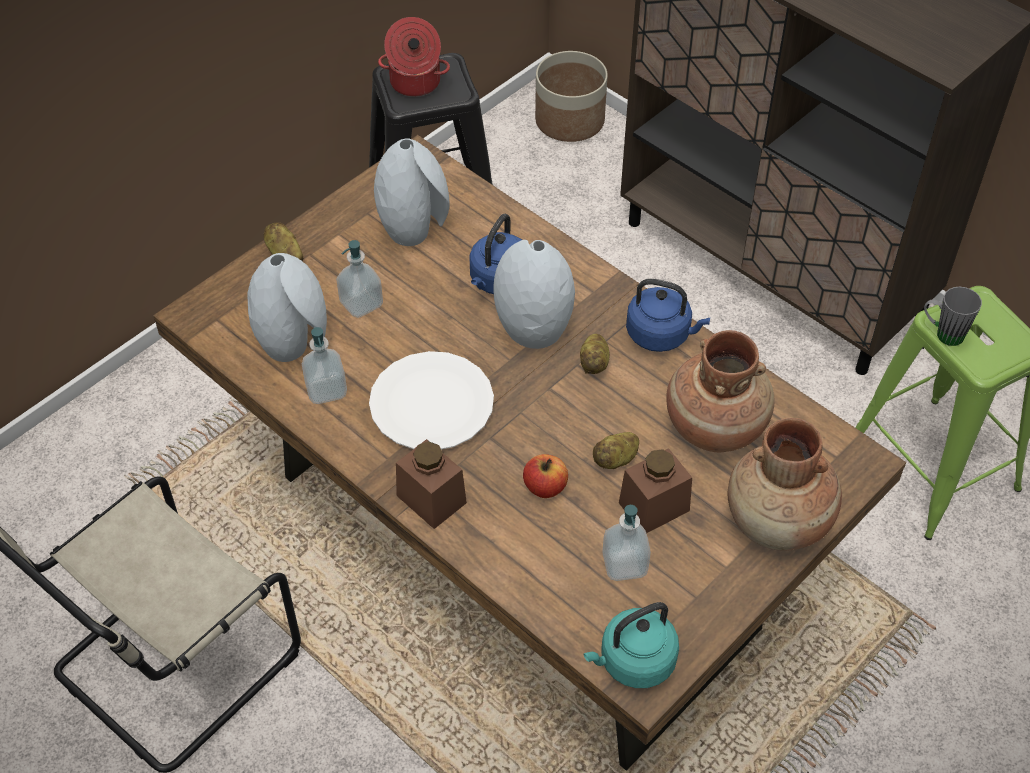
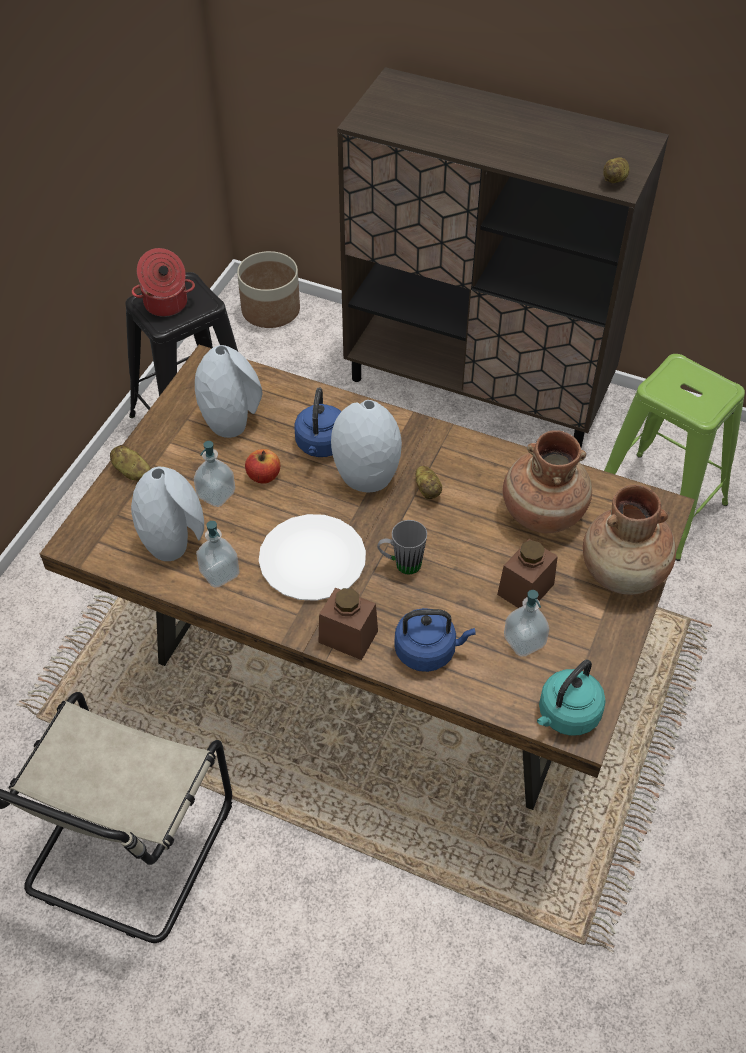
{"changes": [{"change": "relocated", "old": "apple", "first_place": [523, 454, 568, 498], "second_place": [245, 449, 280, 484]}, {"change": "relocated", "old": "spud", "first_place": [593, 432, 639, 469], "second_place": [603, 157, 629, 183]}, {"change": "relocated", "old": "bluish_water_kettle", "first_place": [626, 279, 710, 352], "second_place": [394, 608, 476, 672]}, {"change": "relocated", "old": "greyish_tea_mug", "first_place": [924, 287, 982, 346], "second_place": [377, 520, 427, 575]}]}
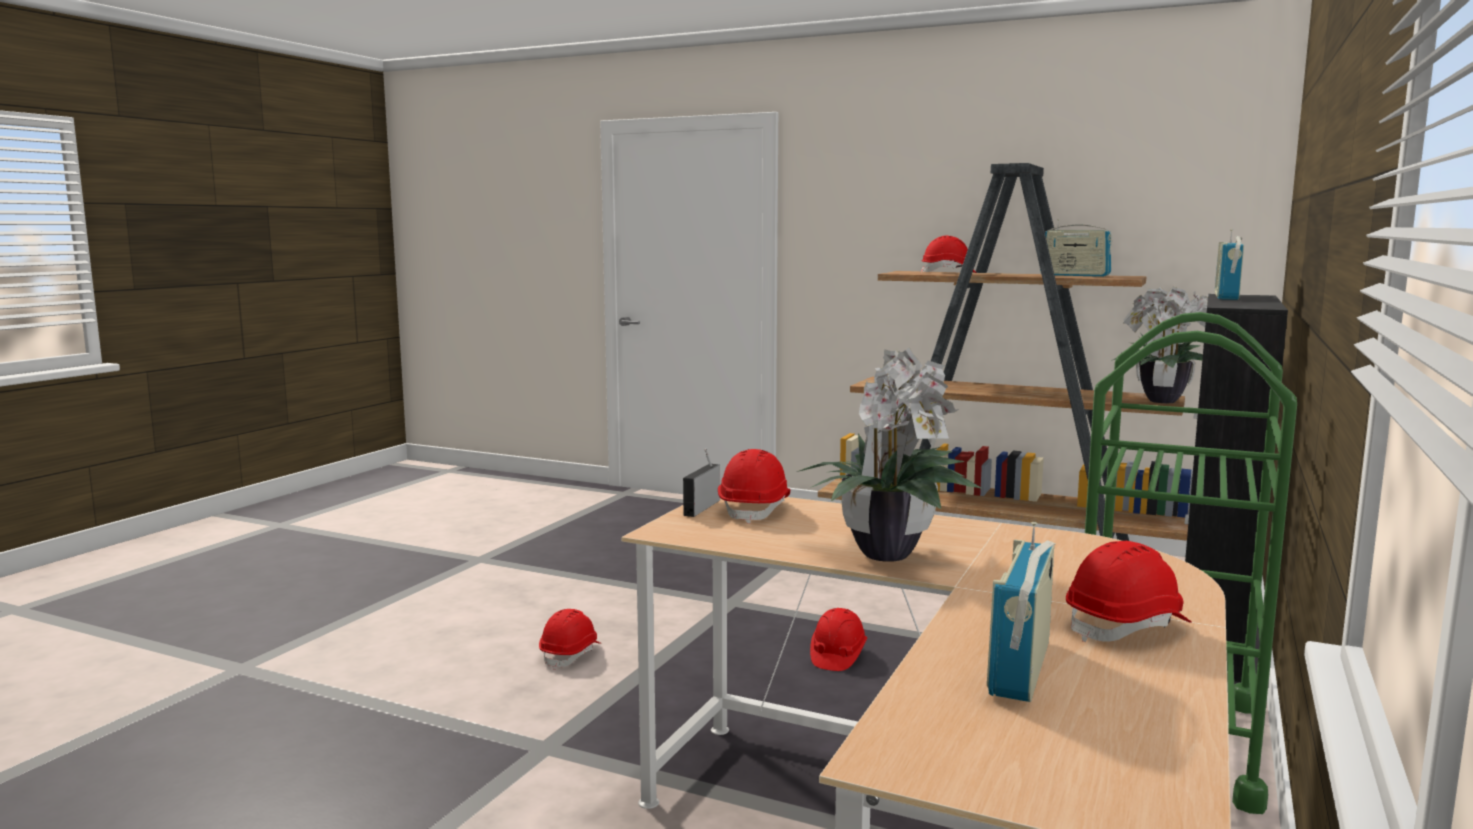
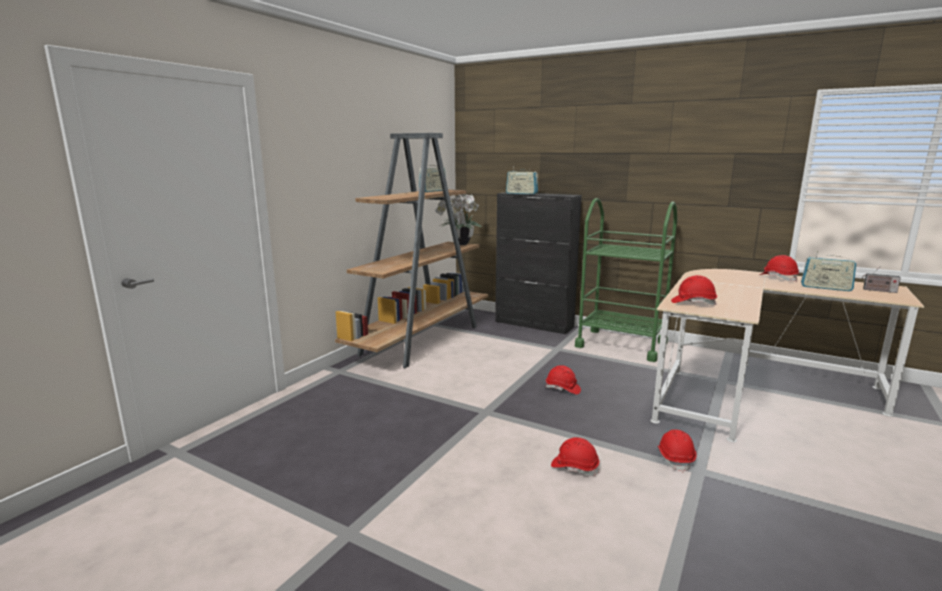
{"changes": [{"change": "missing", "old": "houseplant", "first_place": [797, 348, 981, 562]}, {"change": "relocated", "old": "radio_set", "first_place": [683, 448, 720, 517], "second_place": [862, 266, 901, 293]}, {"change": "relocated", "old": "red_work_helmet", "first_place": [921, 236, 976, 273], "second_place": [658, 430, 697, 473]}]}
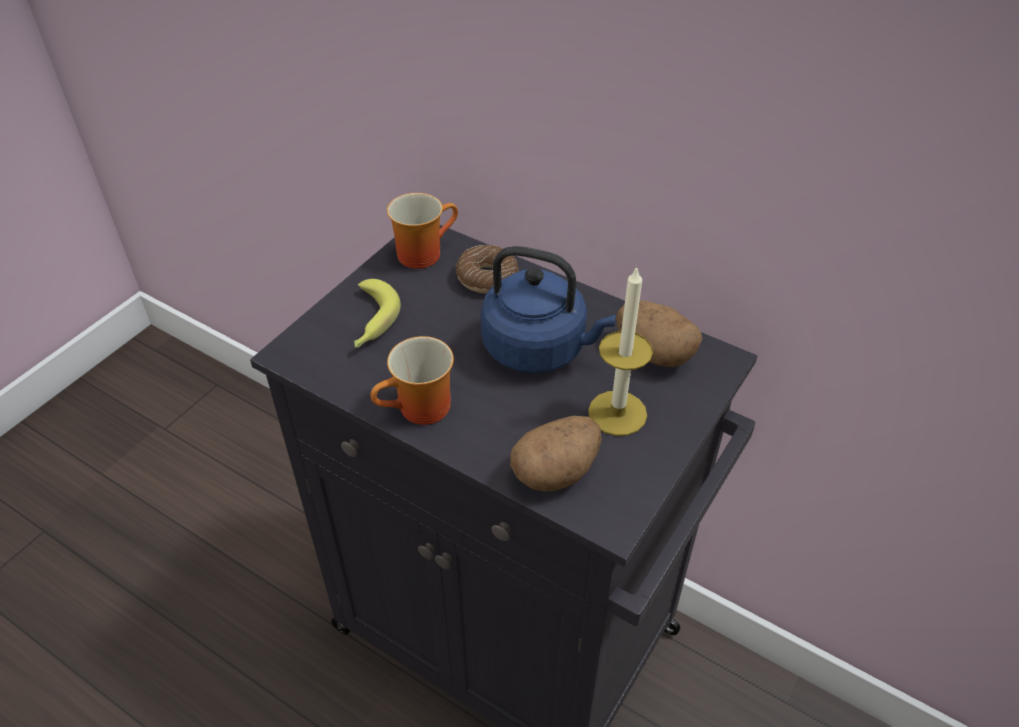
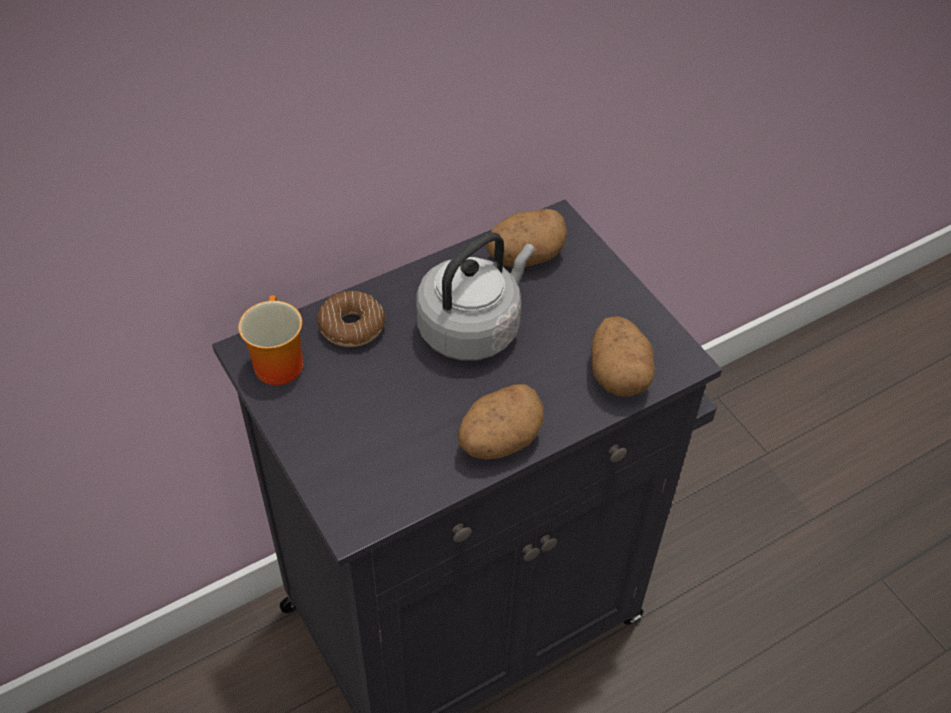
{"changes": [{"change": "missing", "old": "banana", "first_place": [354, 279, 401, 348]}, {"change": "missing", "old": "candle", "first_place": [588, 266, 653, 436]}, {"change": "exchanged", "old": "tea_mug", "new": "spud", "first_place": [370, 336, 454, 425], "second_place": [458, 384, 544, 460]}, {"change": "colour", "old": "bluish_water_kettle", "new": "greyish_water_kettle", "first_place": [481, 246, 616, 373], "second_place": [416, 232, 535, 361]}]}
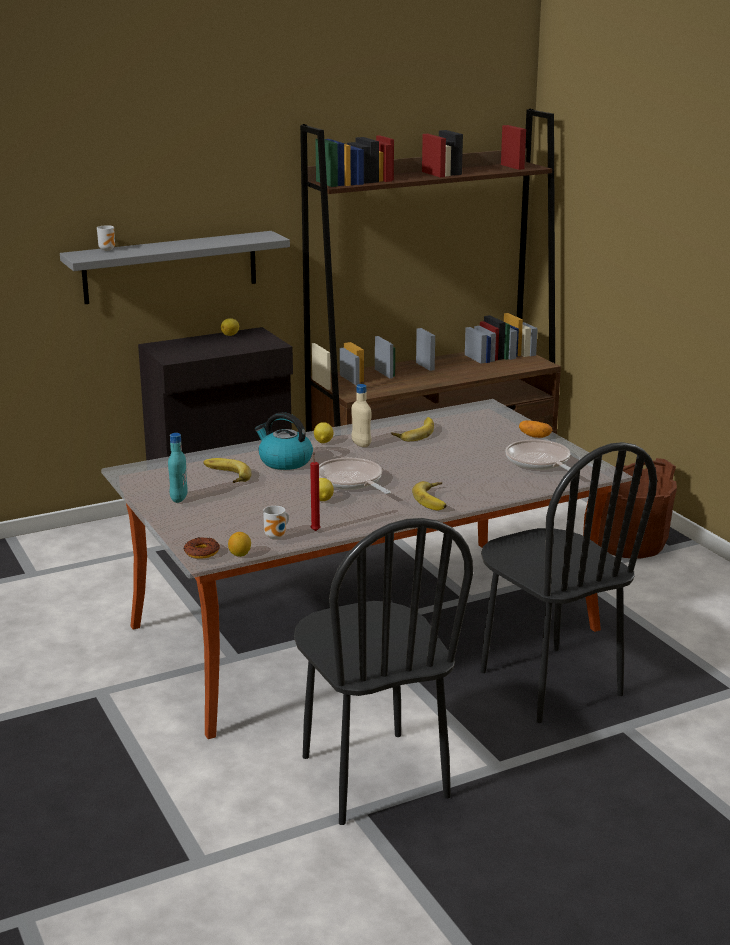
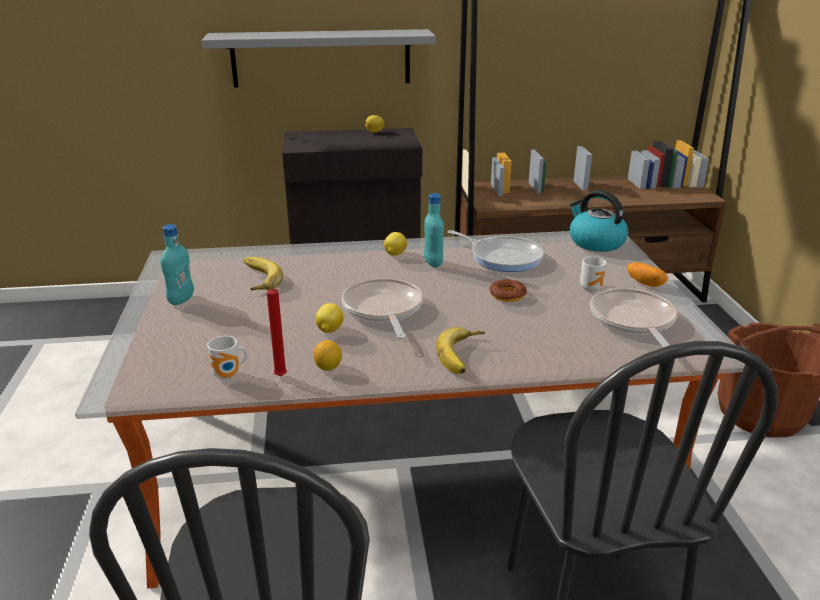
{"changes": [{"change": "relocated", "old": "tea_mug", "first_place": [97, 225, 115, 251], "second_place": [580, 257, 606, 292]}, {"change": "relocated", "old": "doughnut", "first_place": [183, 537, 220, 559], "second_place": [489, 279, 527, 302]}, {"change": "relocated", "old": "lemon", "first_place": [228, 532, 251, 557], "second_place": [313, 340, 342, 371]}, {"change": "relocated", "old": "water_kettle", "first_place": [255, 412, 313, 470], "second_place": [569, 190, 628, 252]}, {"change": "exchanged", "old": "banana", "new": "frying_pan", "first_place": [391, 417, 434, 441], "second_place": [448, 230, 544, 272]}, {"change": "colour", "old": "beige-coloured_drink_bottle", "new": "turquoise_drink_bottle", "first_place": [351, 384, 372, 447], "second_place": [424, 193, 444, 267]}]}
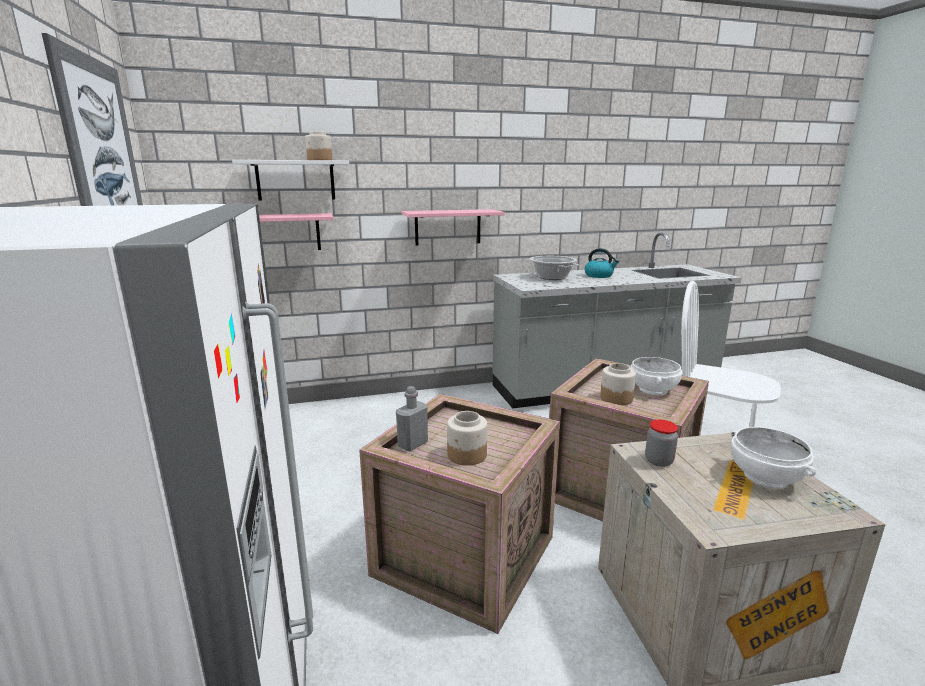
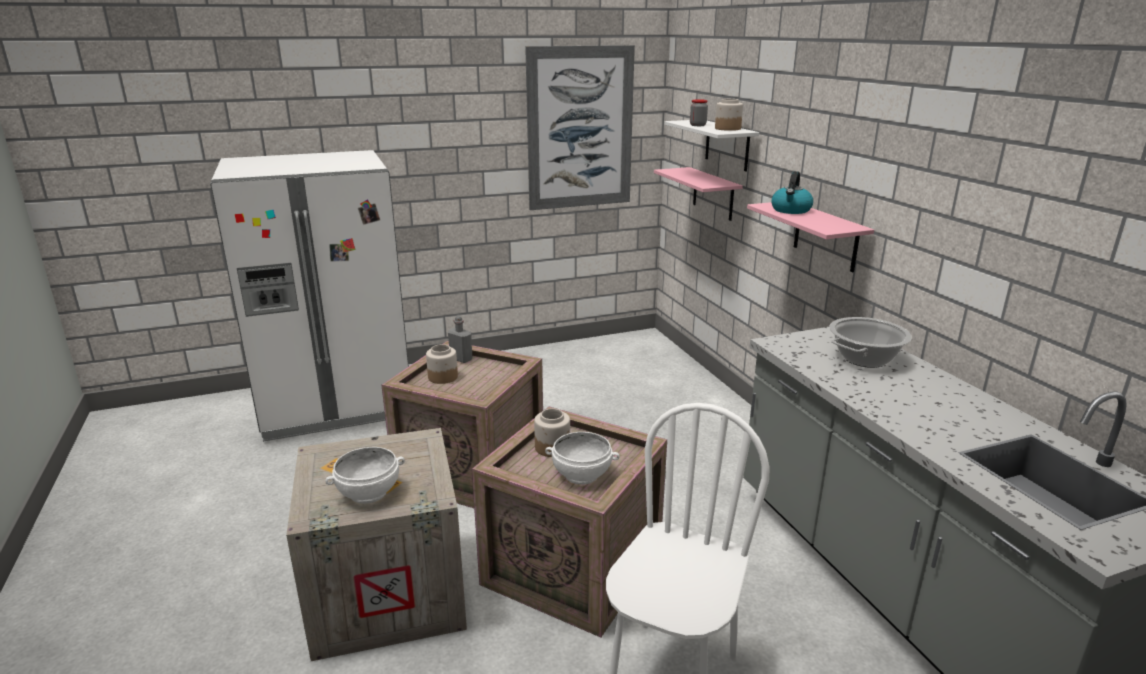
{"changes": [{"change": "relocated", "old": "water_kettle", "first_place": [585, 248, 619, 278], "second_place": [771, 171, 813, 214]}, {"change": "relocated", "old": "jar", "first_place": [645, 420, 678, 467], "second_place": [690, 99, 708, 126]}]}
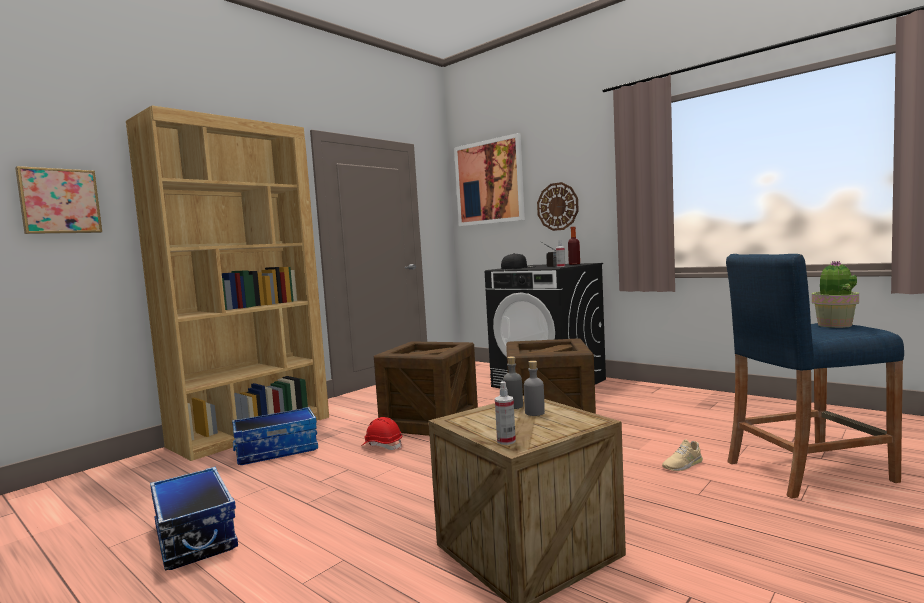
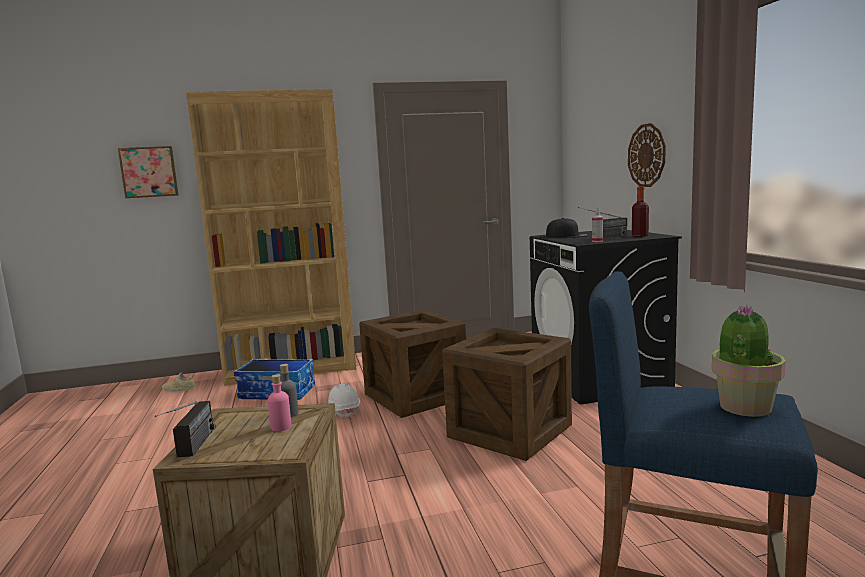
{"changes": [{"change": "missing", "old": "storage_container", "first_place": [150, 467, 238, 571]}, {"change": "missing", "old": "picture", "first_place": [454, 133, 525, 226]}, {"change": "relocated", "old": "beige-coloured_item_of_footwear", "first_place": [662, 439, 703, 471], "second_place": [162, 373, 196, 392]}, {"change": "exchanged", "old": "sprayer", "new": "radio_set", "first_place": [495, 381, 516, 445], "second_place": [155, 401, 216, 457]}, {"change": "colour", "old": "red_work_helmet", "new": "white_work_helmet", "first_place": [361, 417, 402, 450], "second_place": [328, 384, 360, 418]}, {"change": "colour", "old": "greyish_drink_bottle", "new": "pink-coloured_drink_bottle", "first_place": [524, 361, 545, 416], "second_place": [268, 374, 291, 431]}]}
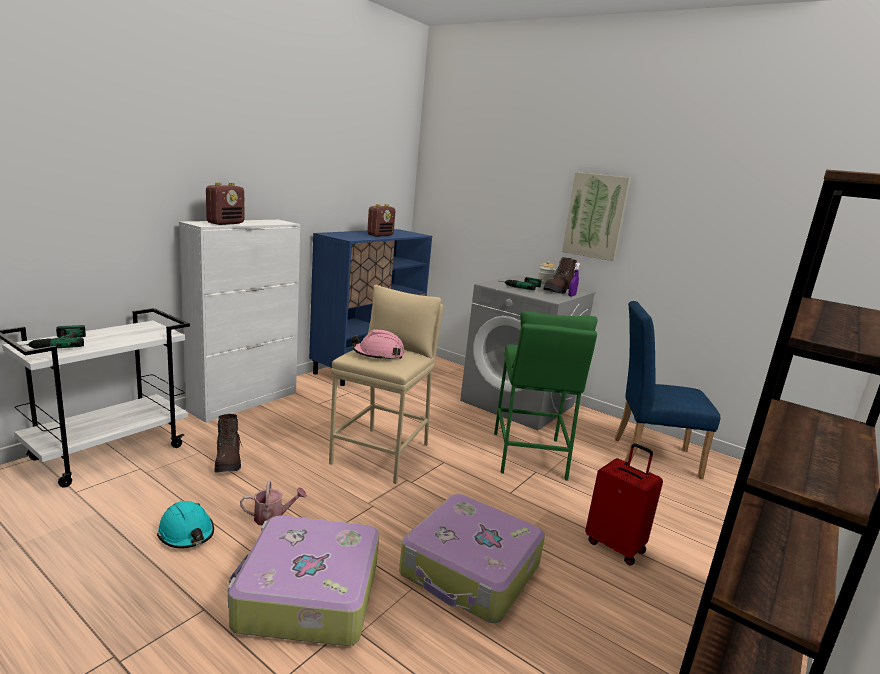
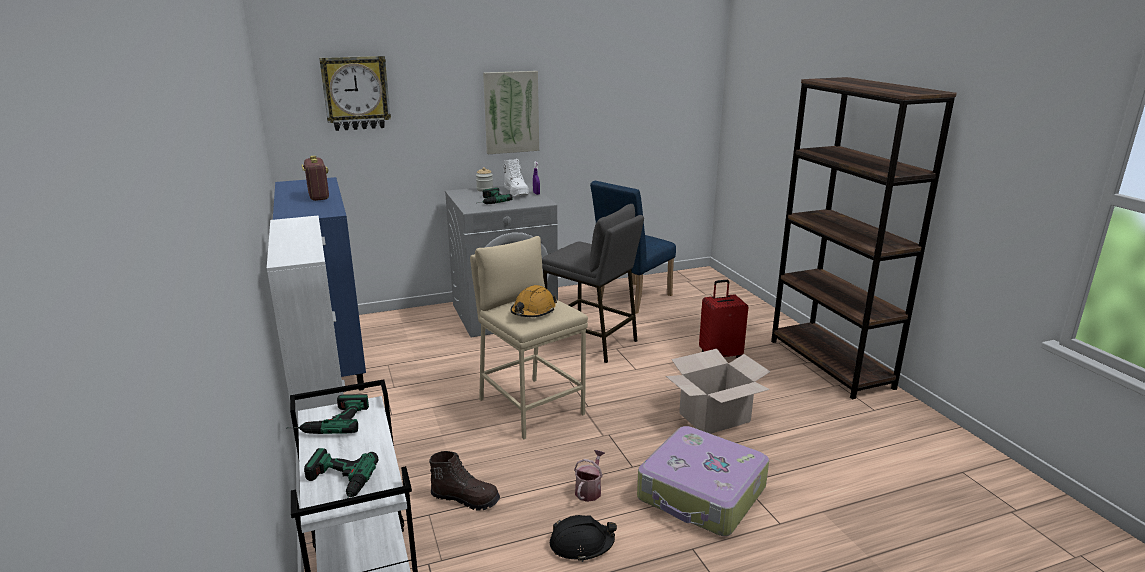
{"changes": [{"change": "missing", "old": "radio_set", "first_place": [206, 182, 244, 225]}, {"change": "appeared", "new": "drill", "second_place": [286, 394, 369, 434]}, {"change": "appeared", "new": "wall_clock", "second_place": [319, 56, 391, 131]}, {"change": "exchanged", "old": "travel_case", "new": "packing_box", "first_place": [399, 494, 545, 623], "second_place": [666, 349, 770, 434]}, {"change": "colour", "old": "turquoise_work_helmet", "new": "black_work_helmet", "first_place": [157, 501, 214, 548], "second_place": [550, 515, 617, 562]}, {"change": "colour", "old": "pink-coloured_work_helmet", "new": "orange-coloured_work_helmet", "first_place": [351, 329, 404, 360], "second_place": [510, 285, 557, 317]}, {"change": "colour", "old": "green-coloured_stool", "new": "greyish_stool", "first_place": [494, 311, 598, 481], "second_place": [542, 204, 644, 363]}, {"change": "colour", "old": "brownish_high-top_boot", "new": "white_high-top_boot", "first_place": [543, 257, 577, 294], "second_place": [503, 159, 529, 197]}]}
